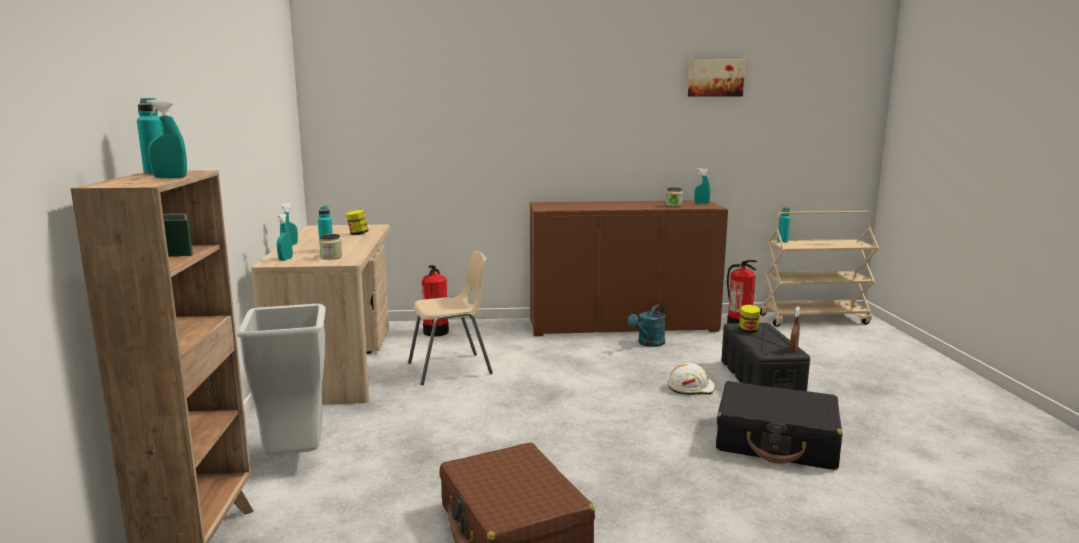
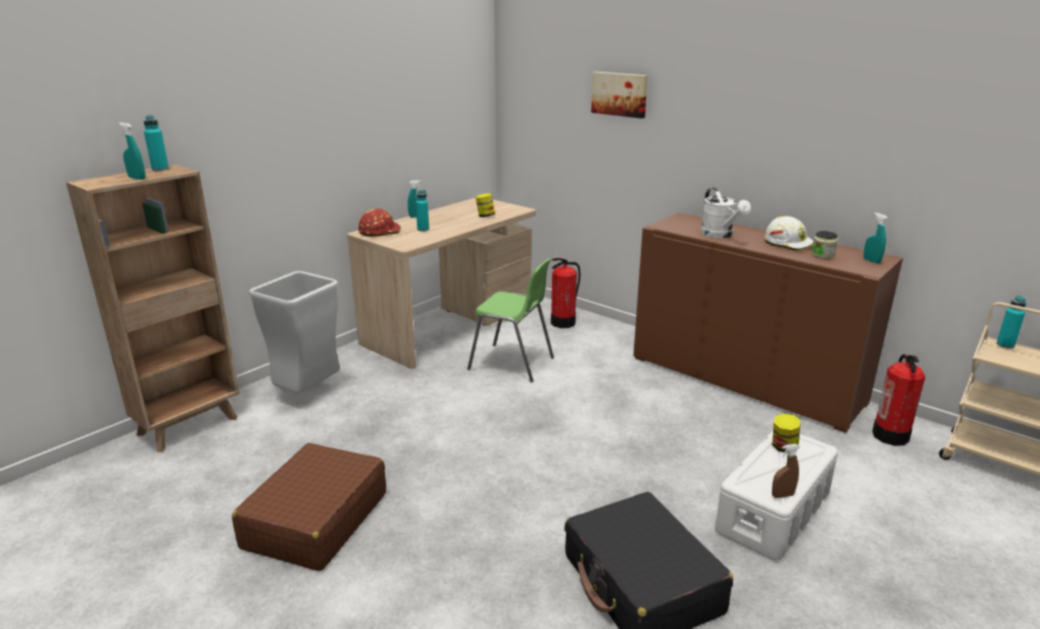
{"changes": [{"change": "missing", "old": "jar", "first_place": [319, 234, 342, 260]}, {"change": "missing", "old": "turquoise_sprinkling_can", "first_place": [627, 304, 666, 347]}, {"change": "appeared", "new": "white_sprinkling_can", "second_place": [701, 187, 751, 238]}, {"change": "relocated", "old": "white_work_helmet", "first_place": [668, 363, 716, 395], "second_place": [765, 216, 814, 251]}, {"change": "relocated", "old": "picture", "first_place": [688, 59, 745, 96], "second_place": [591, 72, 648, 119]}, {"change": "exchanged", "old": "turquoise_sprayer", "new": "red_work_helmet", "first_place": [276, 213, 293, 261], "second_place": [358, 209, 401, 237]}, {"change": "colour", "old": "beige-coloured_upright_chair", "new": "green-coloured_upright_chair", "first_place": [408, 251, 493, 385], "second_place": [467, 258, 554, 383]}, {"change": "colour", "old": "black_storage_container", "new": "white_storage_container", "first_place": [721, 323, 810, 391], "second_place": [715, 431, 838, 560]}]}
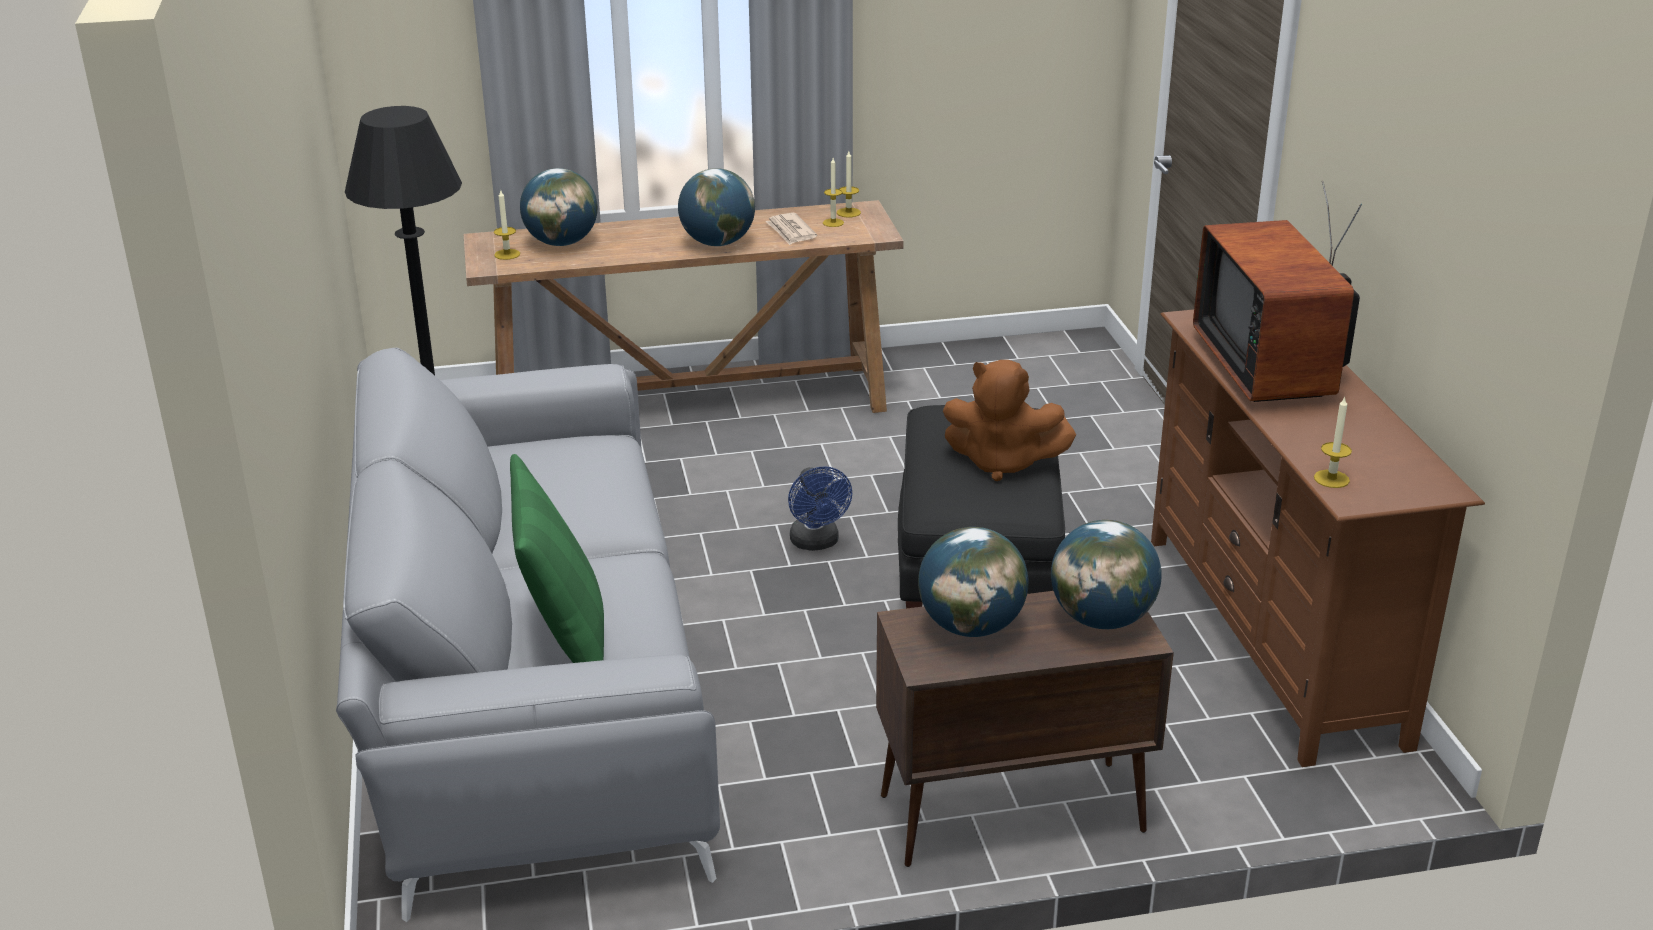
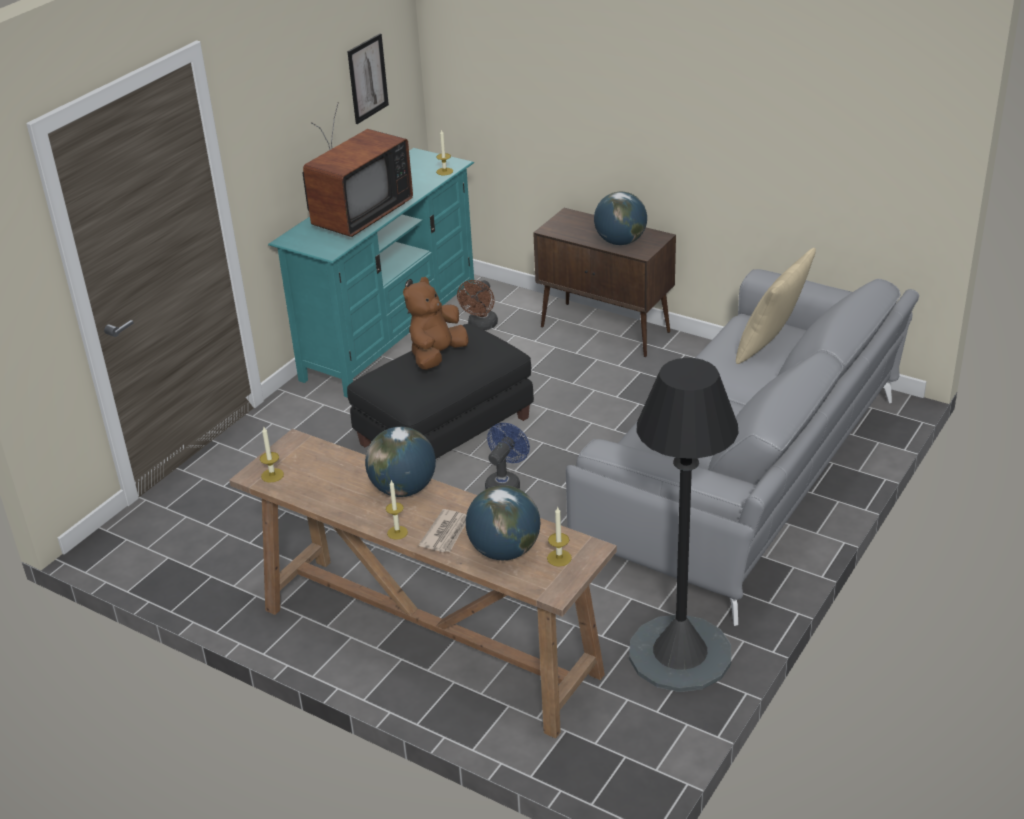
{"changes": [{"change": "missing", "old": "world_globe", "first_place": [1051, 520, 1162, 629]}, {"change": "appeared", "new": "picture", "second_place": [347, 34, 389, 124]}, {"change": "appeared", "new": "brownish_electric_fan", "second_place": [457, 280, 498, 330]}, {"change": "relocated", "old": "newspaper", "first_place": [765, 213, 817, 245], "second_place": [419, 509, 466, 552]}, {"change": "relocated", "old": "candle", "first_place": [823, 158, 844, 227], "second_place": [386, 480, 408, 540]}, {"change": "colour", "old": "green-coloured_throw_pillow", "new": "beige-coloured_throw_pillow", "first_place": [510, 454, 604, 663], "second_place": [736, 248, 816, 364]}, {"change": "colour", "old": "brownish_tv_stand", "new": "turquoise_tv_stand", "first_place": [1151, 309, 1485, 767], "second_place": [268, 148, 475, 398]}, {"change": "spun", "old": "brownish_plush_toy", "first_place": [943, 360, 1076, 481], "second_place": [403, 277, 468, 370], "degrees": -120}]}
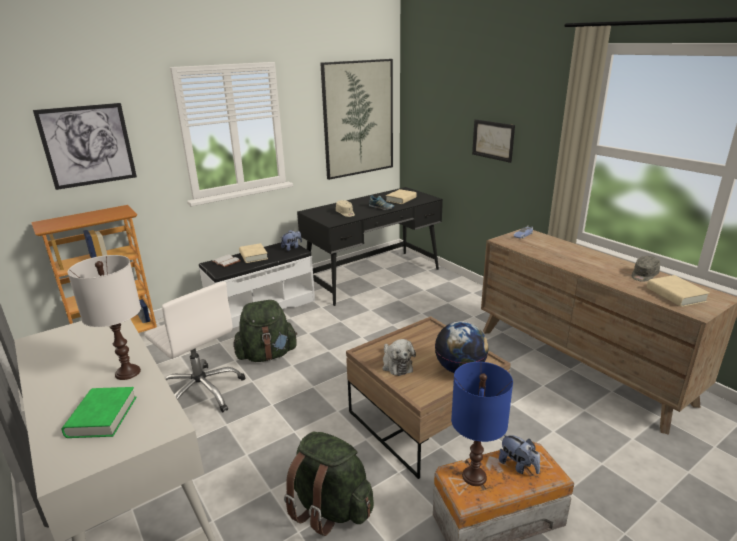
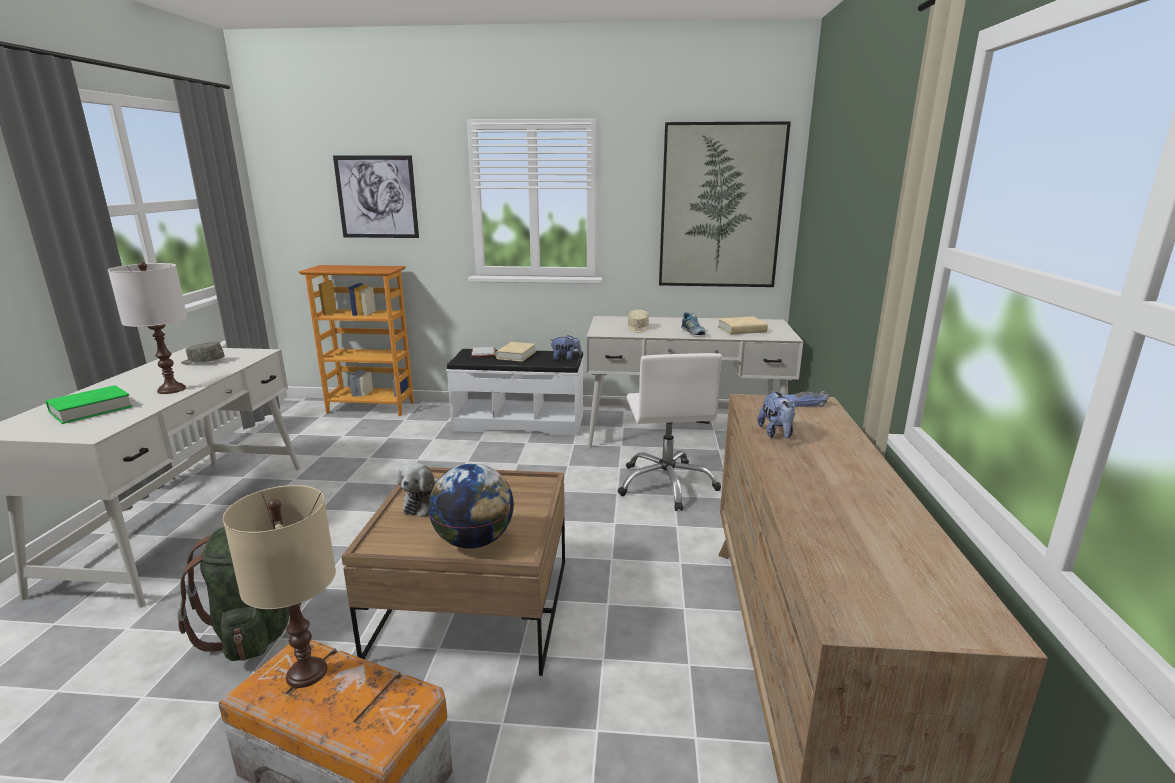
{"changes": [{"change": "missing", "old": "green-coloured_backpack", "first_place": [233, 300, 298, 362]}, {"change": "missing", "old": "picture", "first_place": [472, 119, 515, 163]}, {"change": "missing", "old": "beige-coloured_volume", "first_place": [647, 275, 710, 307]}, {"change": "relocated", "old": "white_desk_chair", "first_place": [144, 281, 245, 413], "second_place": [618, 353, 722, 511]}, {"change": "relocated", "old": "plush_toy", "first_place": [499, 434, 540, 474], "second_place": [757, 391, 796, 439]}, {"change": "relocated", "old": "greyish_cap", "first_place": [632, 256, 660, 282], "second_place": [181, 342, 225, 364]}, {"change": "colour", "old": "black_desk_unit", "new": "white_desk_unit", "first_place": [297, 187, 443, 306], "second_place": [587, 316, 803, 448]}, {"change": "colour", "old": "bluish_tabletop_lamp", "new": "beige-coloured_tabletop_lamp", "first_place": [451, 362, 513, 486], "second_place": [223, 485, 336, 688]}]}
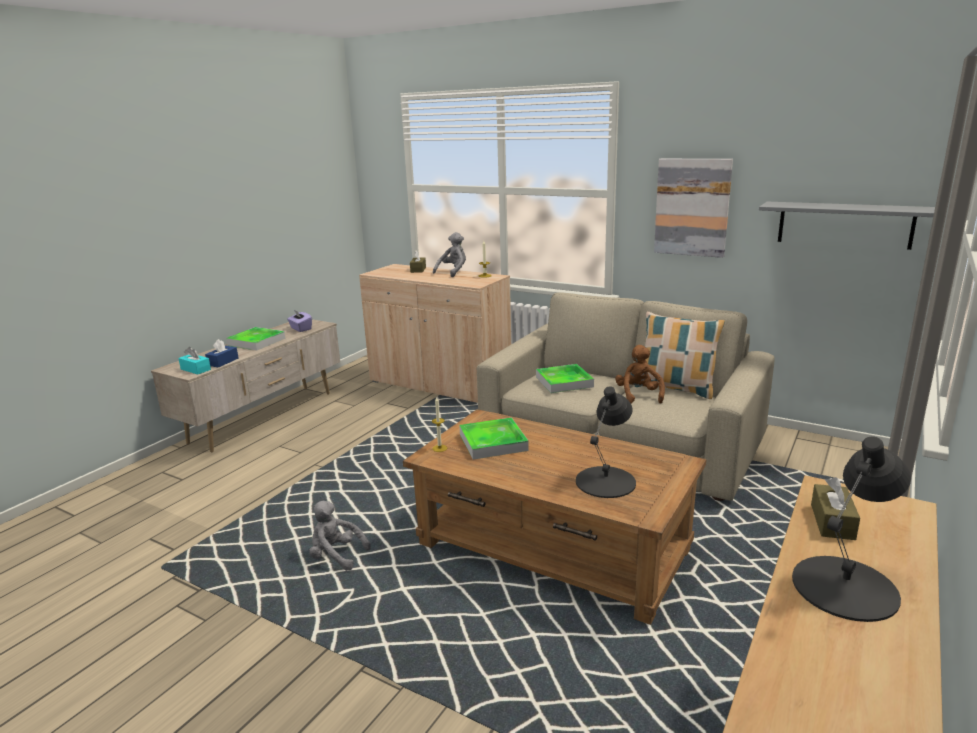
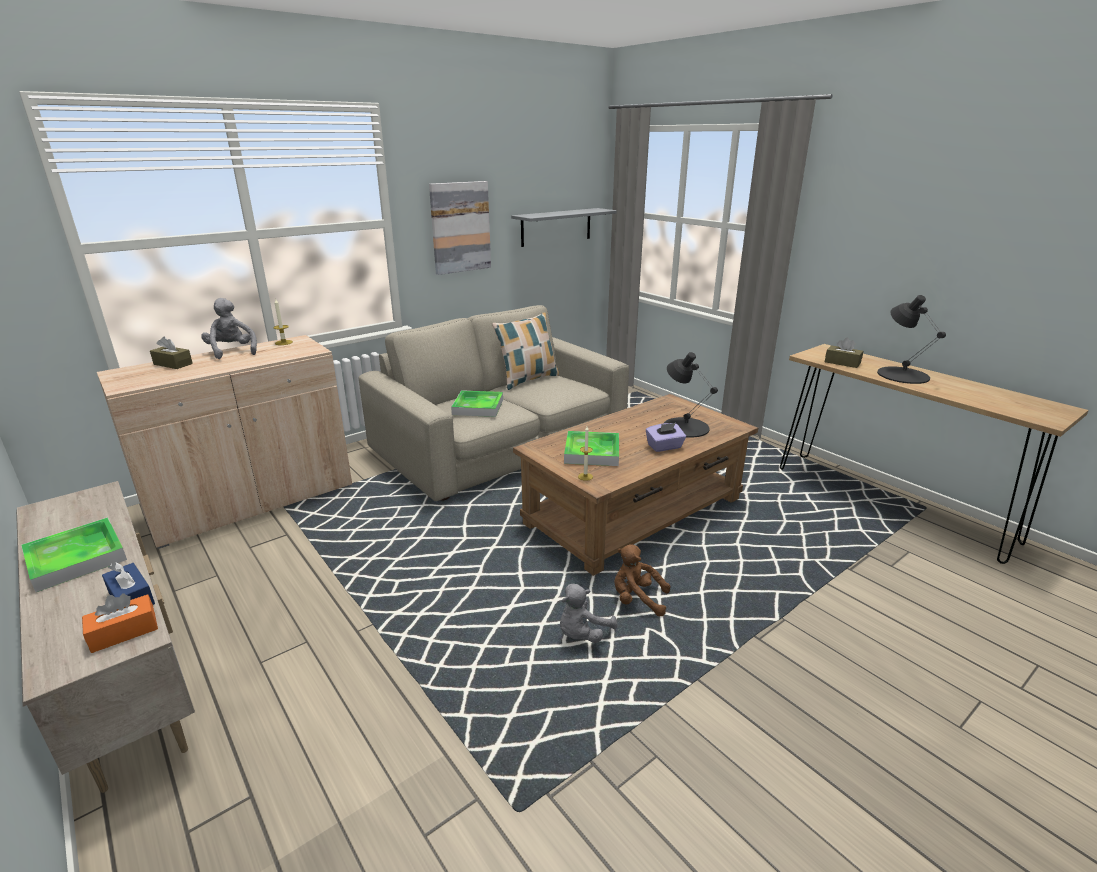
{"changes": [{"change": "relocated", "old": "purple-coloured_box_of_tissues", "first_place": [287, 310, 312, 332], "second_place": [646, 423, 686, 452]}, {"change": "relocated", "old": "brownish_plush_toy", "first_place": [615, 345, 665, 404], "second_place": [614, 544, 670, 617]}, {"change": "colour", "old": "turquoise_box_of_tissues", "new": "orange-coloured_box_of_tissues", "first_place": [178, 347, 211, 374], "second_place": [82, 594, 158, 653]}]}
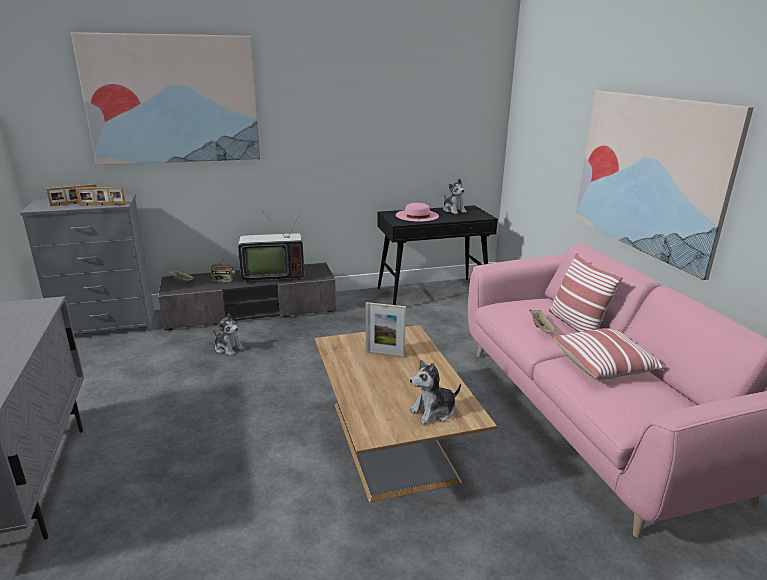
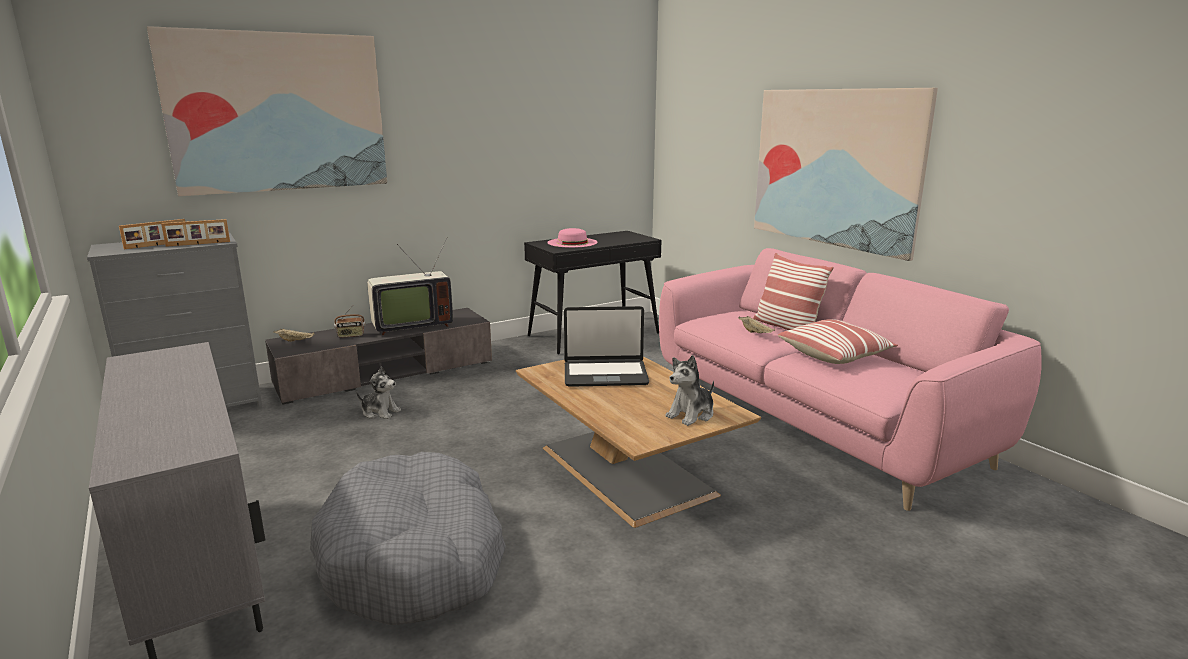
{"changes": [{"change": "missing", "old": "plush_toy", "first_place": [443, 178, 467, 214]}, {"change": "appeared", "new": "greyish_pet_bed", "second_place": [310, 452, 506, 625]}, {"change": "exchanged", "old": "picture_frame", "new": "portable_computer", "first_place": [366, 302, 406, 357], "second_place": [564, 306, 649, 387]}]}
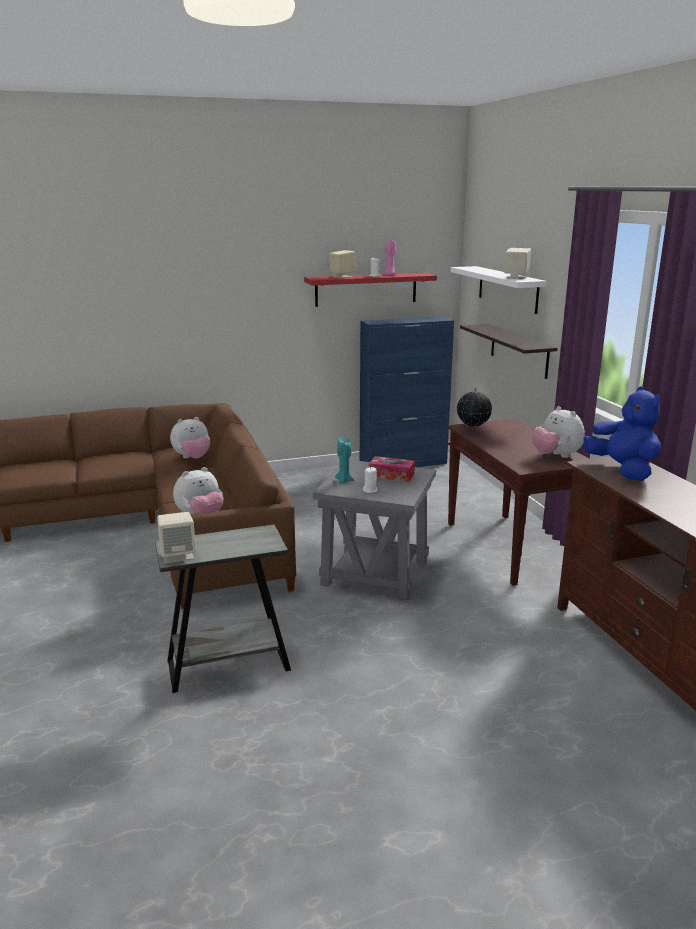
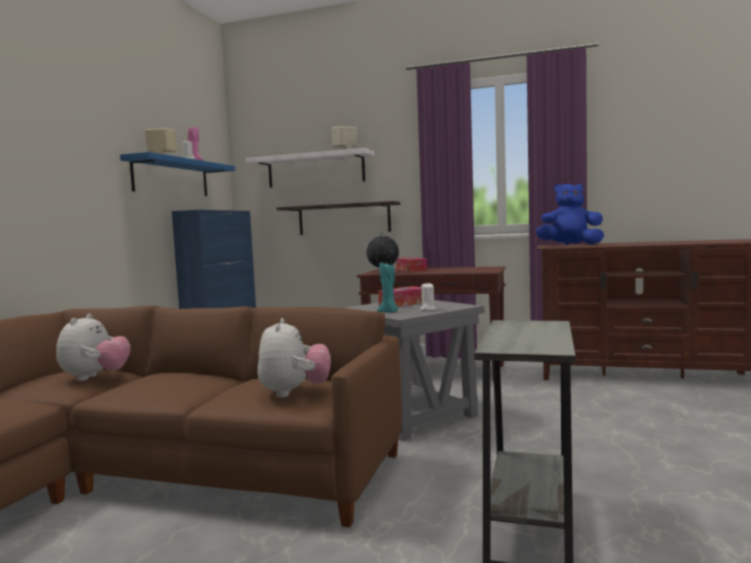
{"changes": [{"change": "missing", "old": "beige-coloured_audio_speaker", "first_place": [157, 512, 196, 563]}, {"change": "missing", "old": "plush_toy", "first_place": [531, 406, 585, 458]}, {"change": "appeared", "new": "box_of_tissues", "second_place": [396, 257, 427, 272]}, {"change": "colour", "old": "red_bracket_shelf", "new": "bluish_bracket_shelf", "first_place": [304, 273, 437, 307], "second_place": [120, 152, 235, 196]}]}
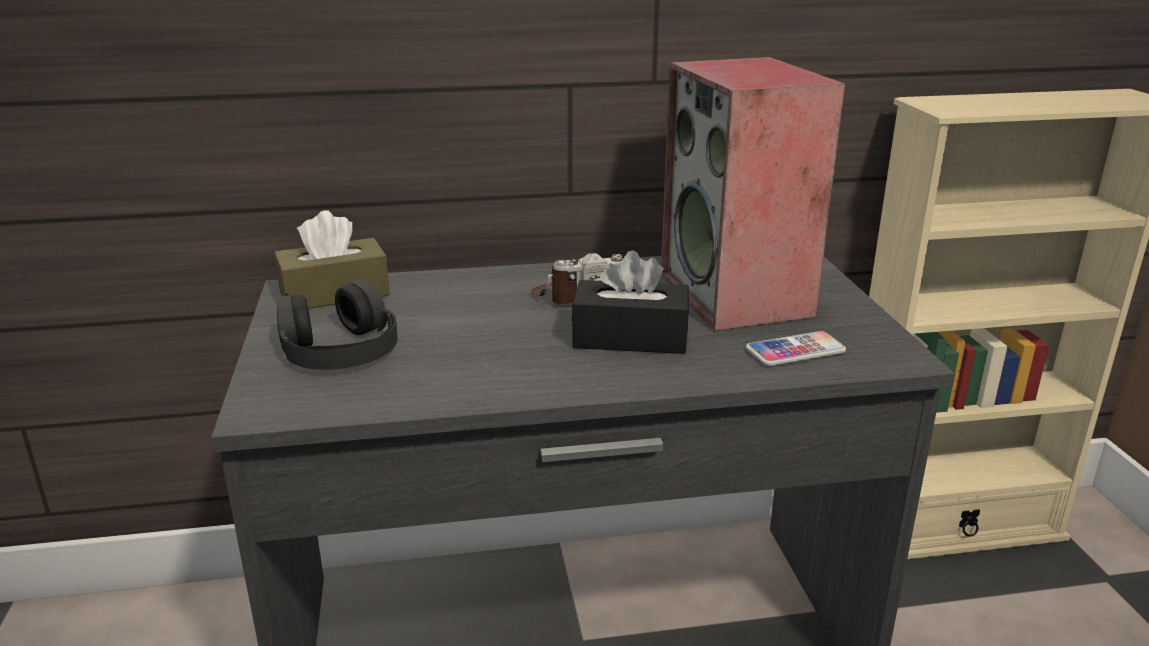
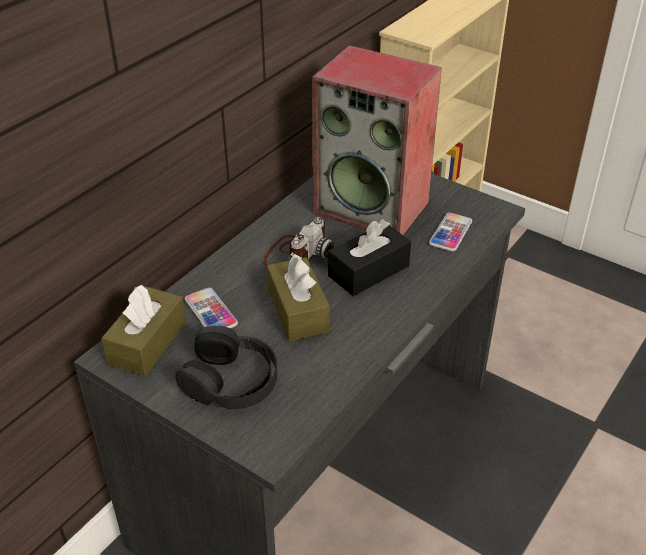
{"changes": [{"change": "appeared", "new": "phone", "second_place": [185, 288, 238, 328]}, {"change": "appeared", "new": "brownish_box_of_tissues", "second_place": [267, 254, 330, 341]}]}
